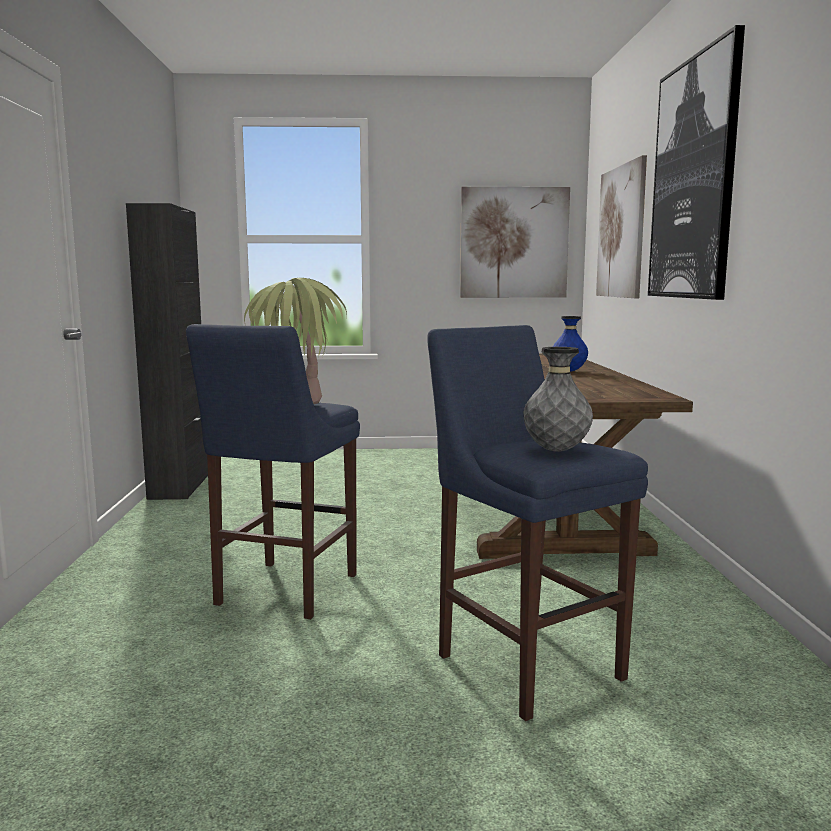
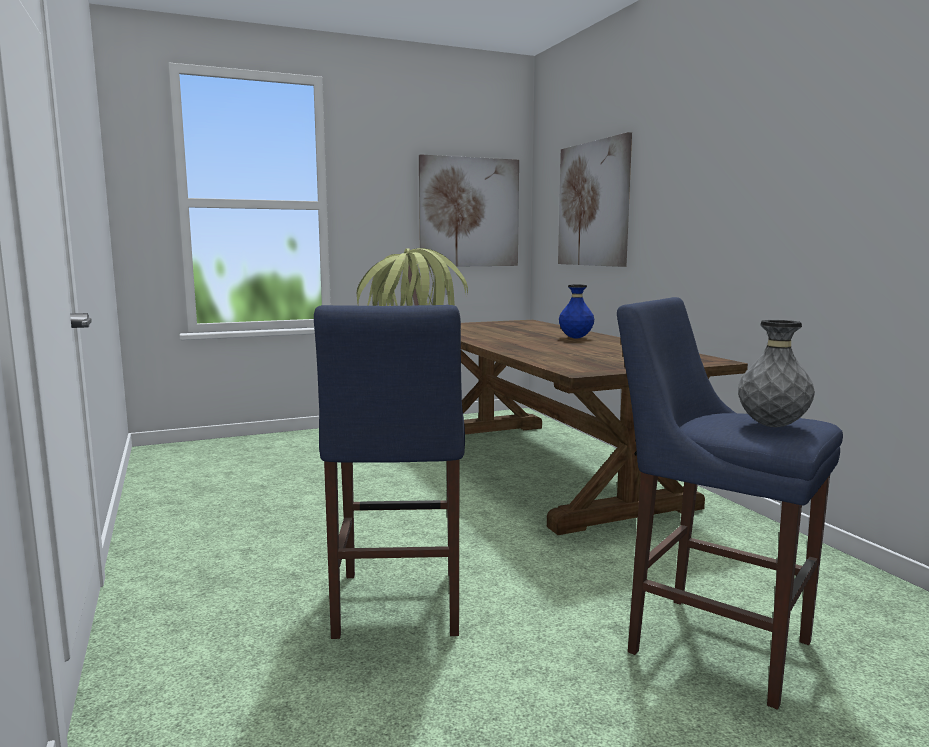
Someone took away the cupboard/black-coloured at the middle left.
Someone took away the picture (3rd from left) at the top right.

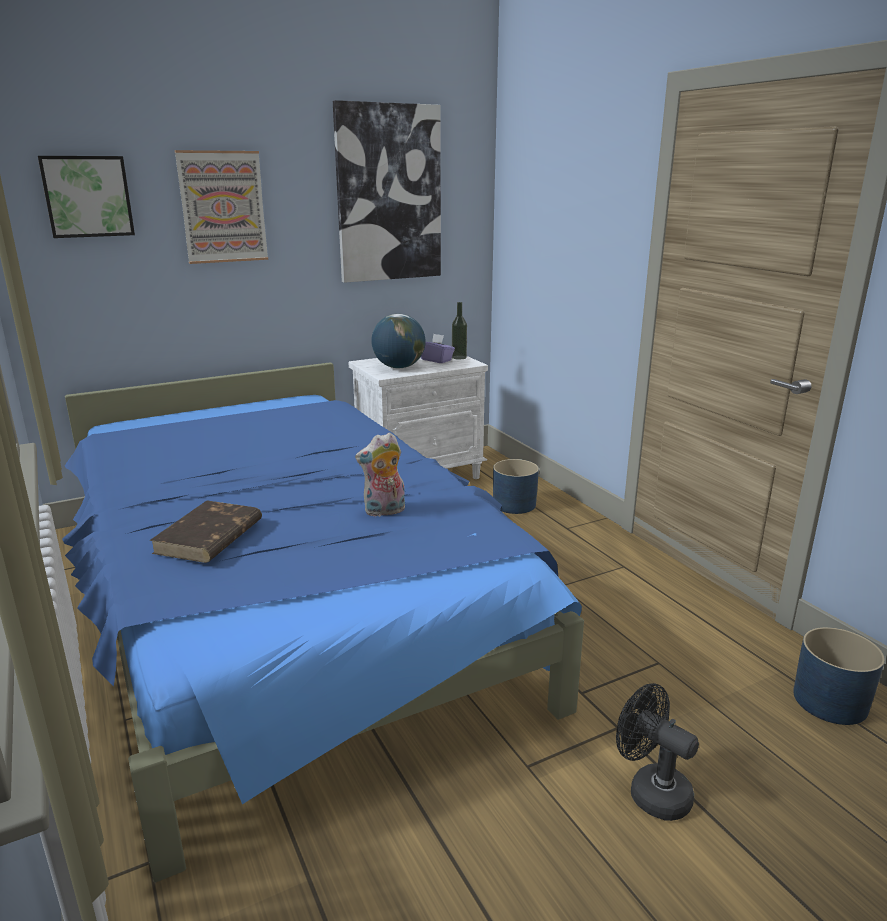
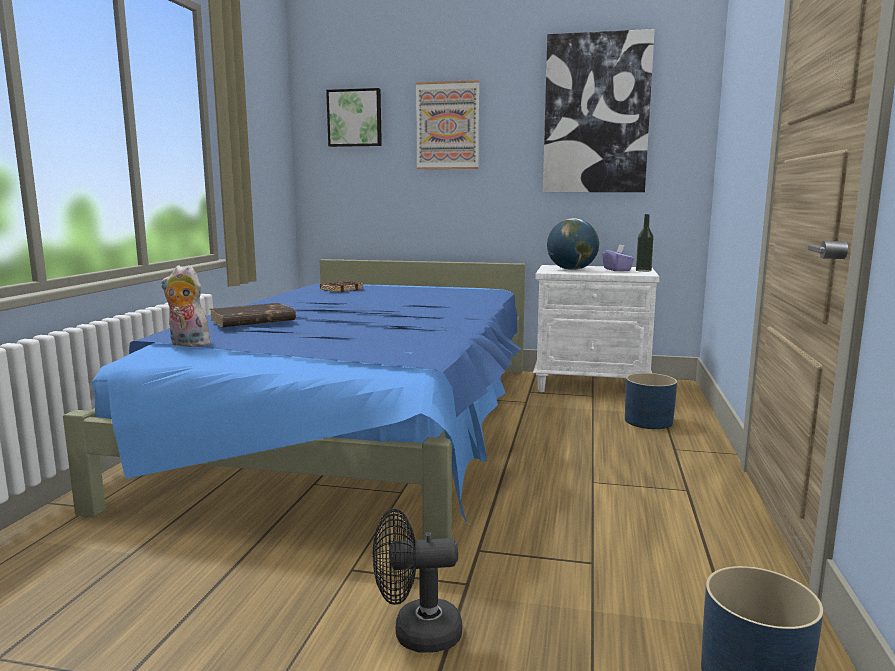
Someone carried the plush toy from the centre to the middle left.
Someone put down the bound book/brownish (2nd from left) at the centre.
Someone rotated the fan/black-coloured at the bottom right by 90 degrees counterclockwise.

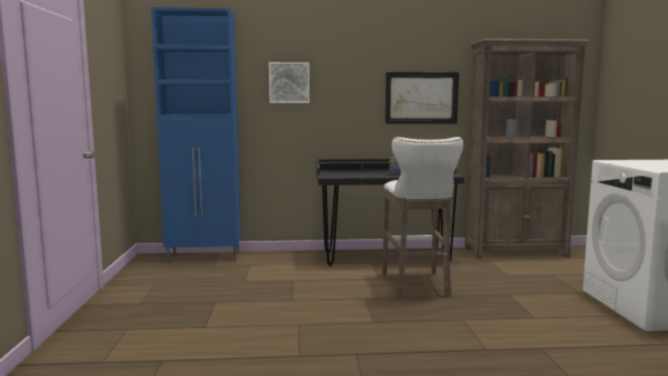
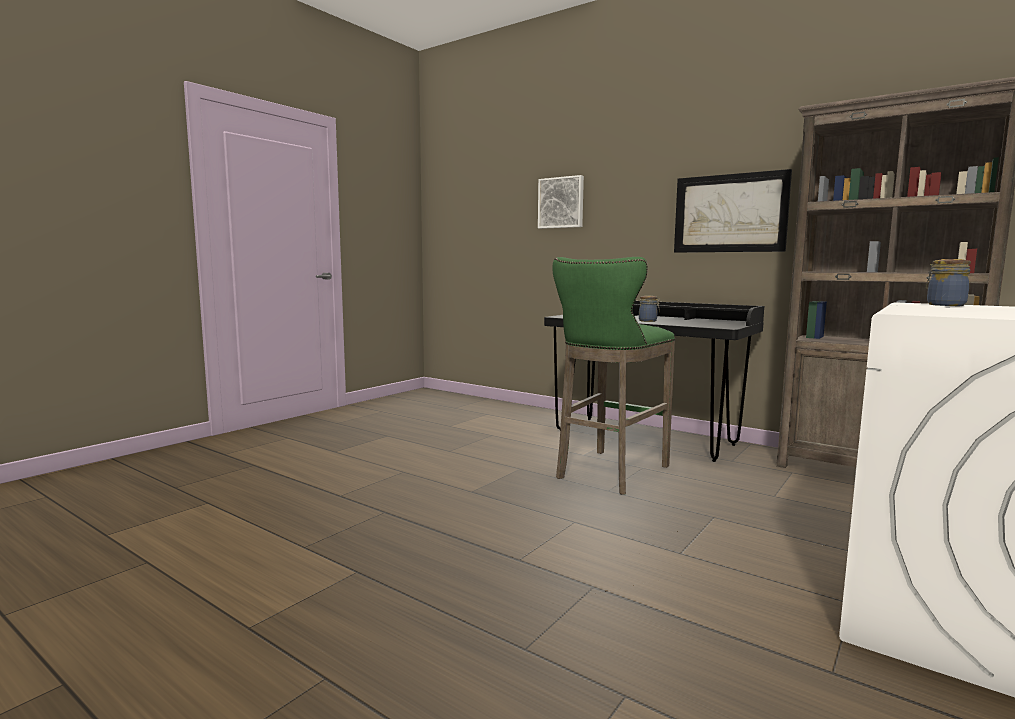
Someone repainted the sitting stool/whitish at the centre, which became the sitting stool/greenish at the centre.
Someone put down the jar (2nd from left) at the middle right.
Someone took away the cupboard/blue at the middle left.

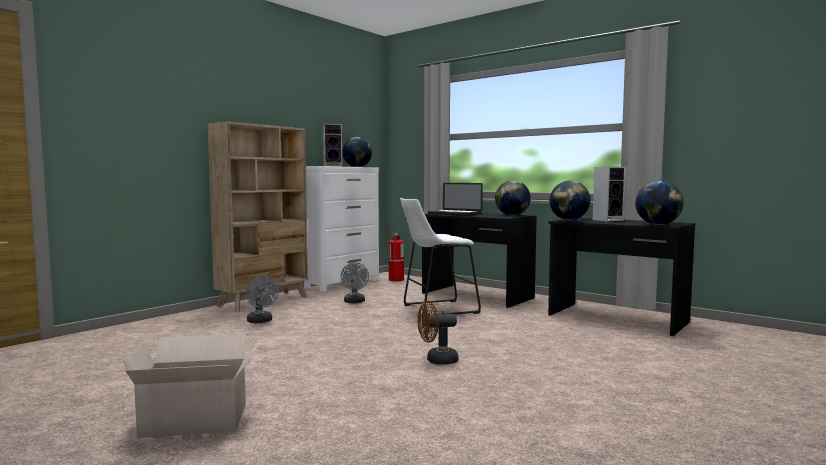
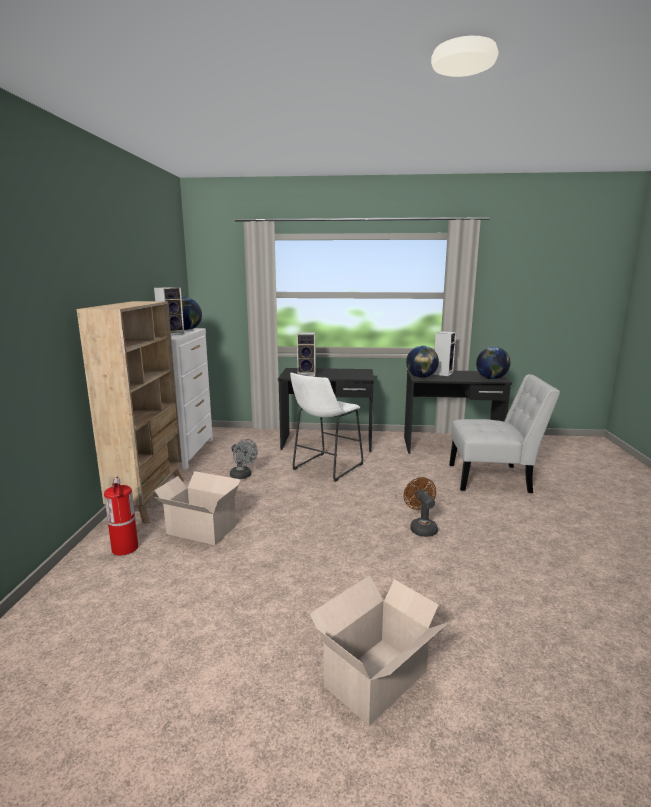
Someone carried the fire extinguisher from the centre to the middle left.
Someone swapped the fan/grey (1st from left) at the middle left for the cardboard box (1st from left) at the middle left.
Someone swapped the laptop at the centre for the loudspeaker (2nd from left) at the centre.
Someone rotated the fan/brownish at the bottom centre by 120 degrees clockwise.
Someone put down the plain chair/whitish at the middle right.
Someone took away the world globe (2nd from left) at the centre.

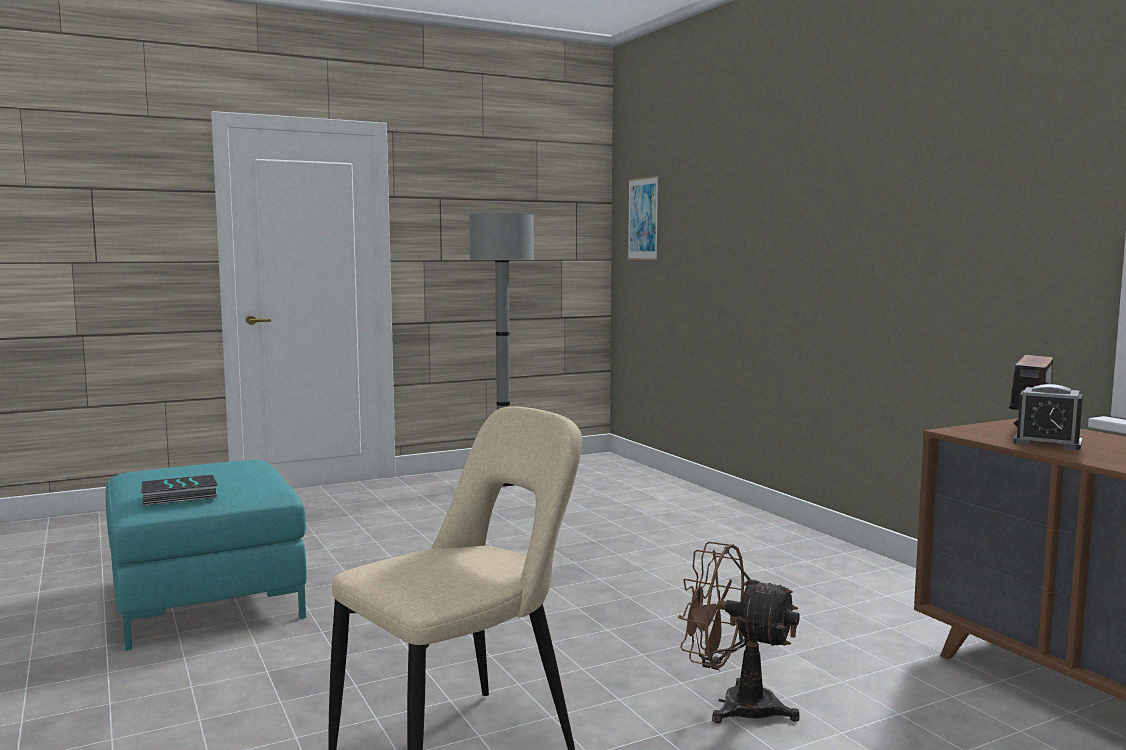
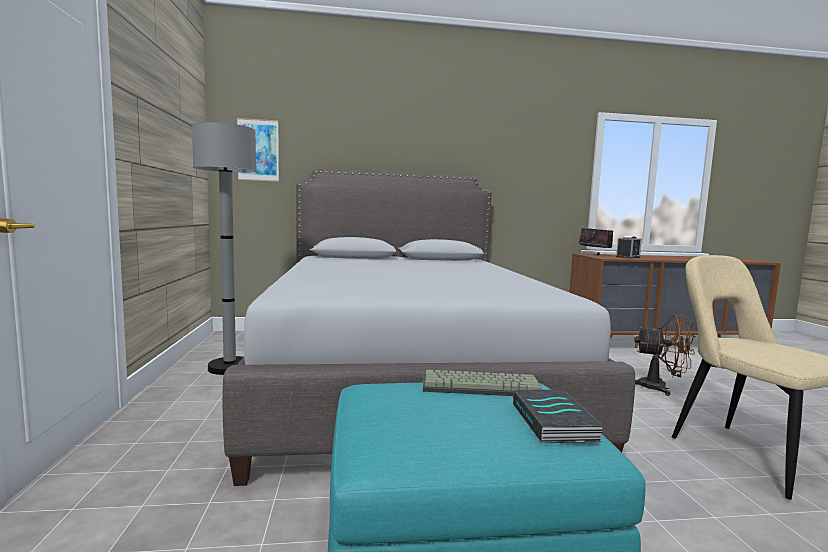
Someone put down the bedroom bed/grey at the centre.
Someone put down the keyboard at the bottom centre.
Someone rotated the fan/brownish at the bottom centre by 120 degrees counterclockwise.

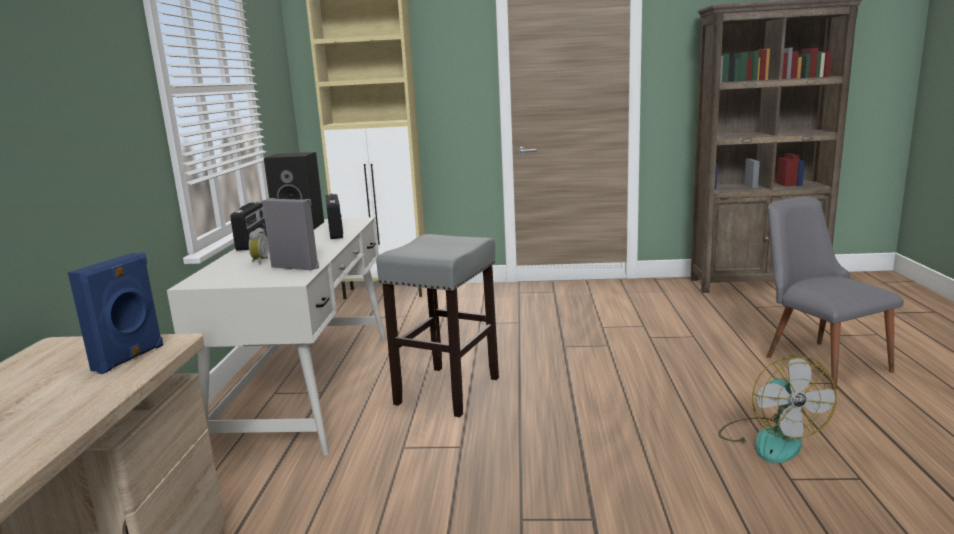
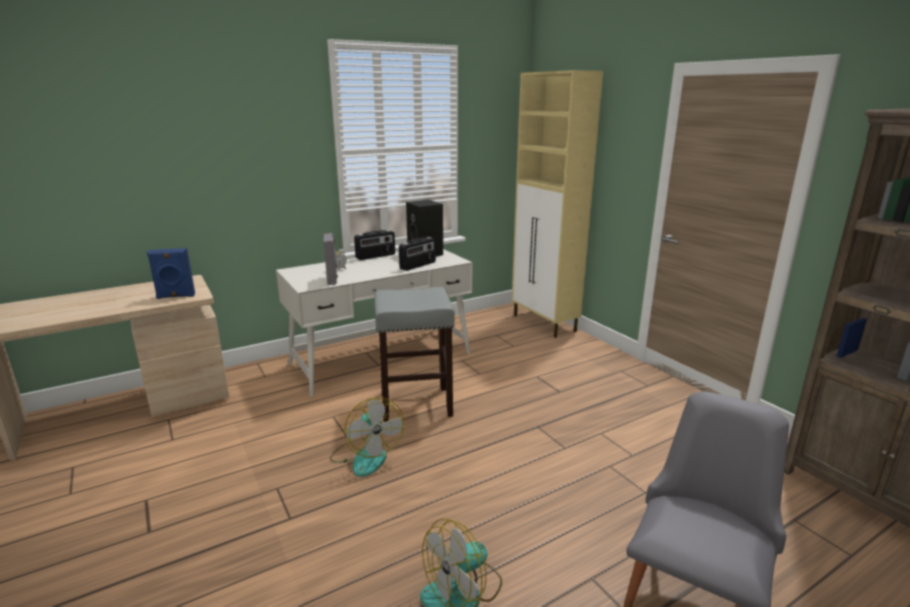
Someone put down the fan (1st from left) at the bottom centre.

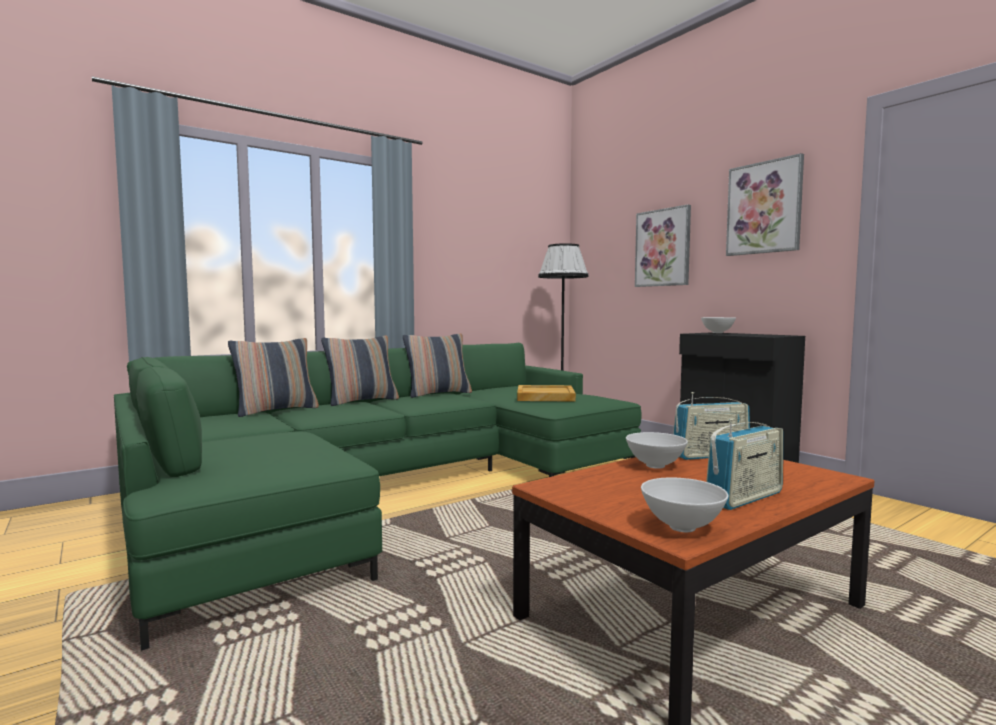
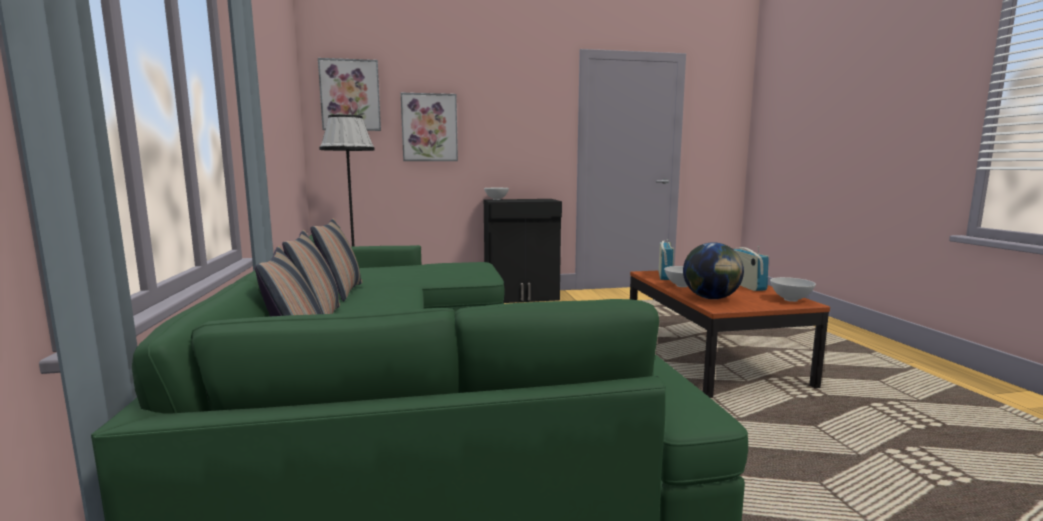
Someone carried the picture (2nd from left in the first image) from the top right to the top centre.
Someone put down the world globe at the middle right.
Someone took away the serving tray/beige-coloured at the centre.

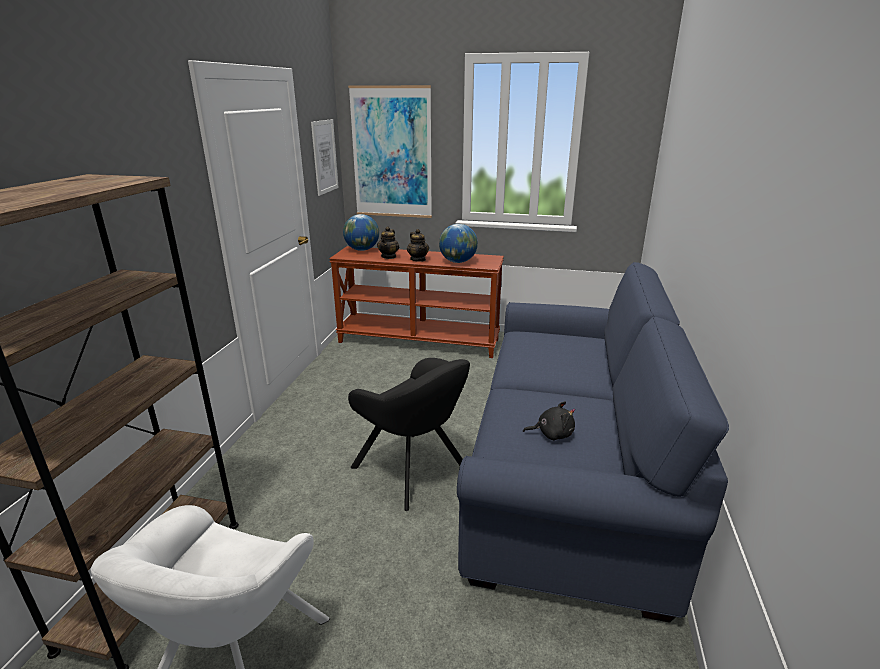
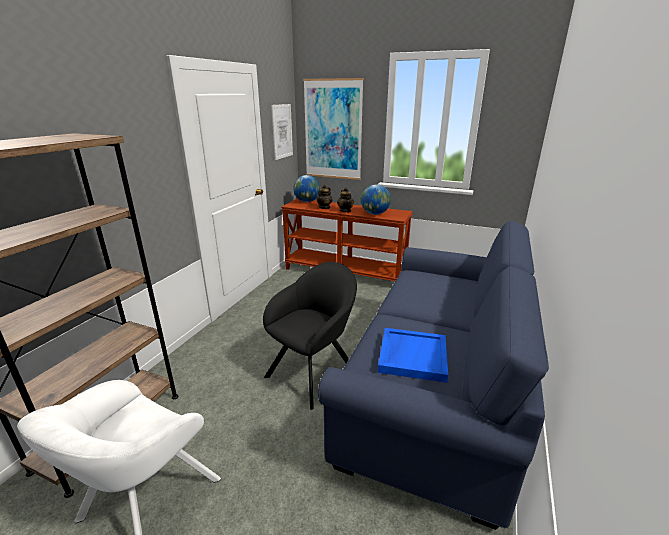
Someone rotated the easy chair/black-coloured at the centre by 105 degrees counterclockwise.
Someone swapped the plush toy/black-coloured at the centre for the serving tray/blue at the centre.

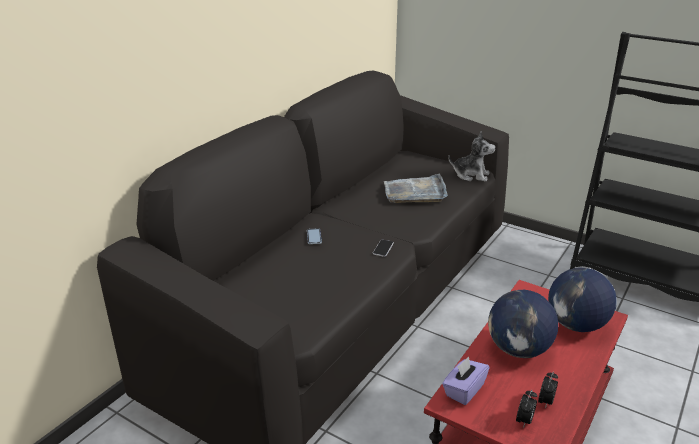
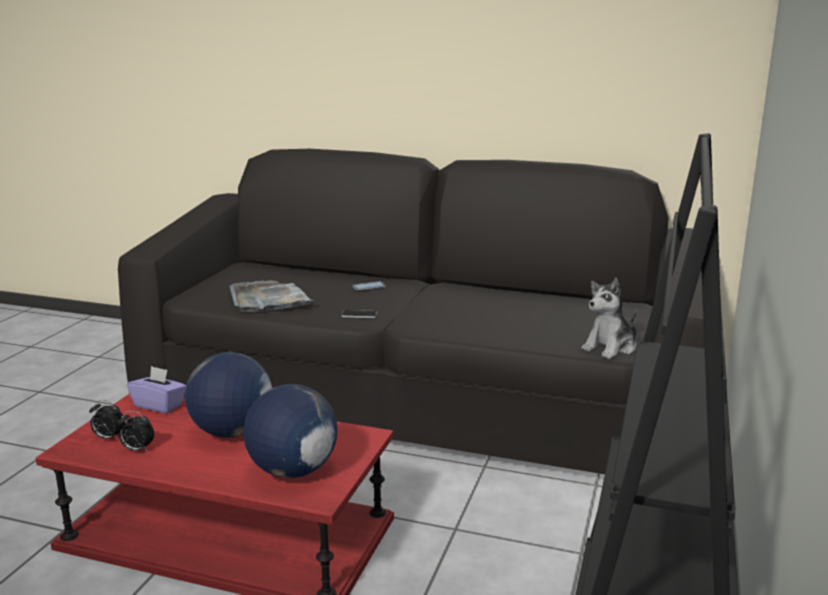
Someone carried the serving tray/grey from the centre to the middle left.
Someone rotated the plush toy at the middle right by 45 degrees clockwise.

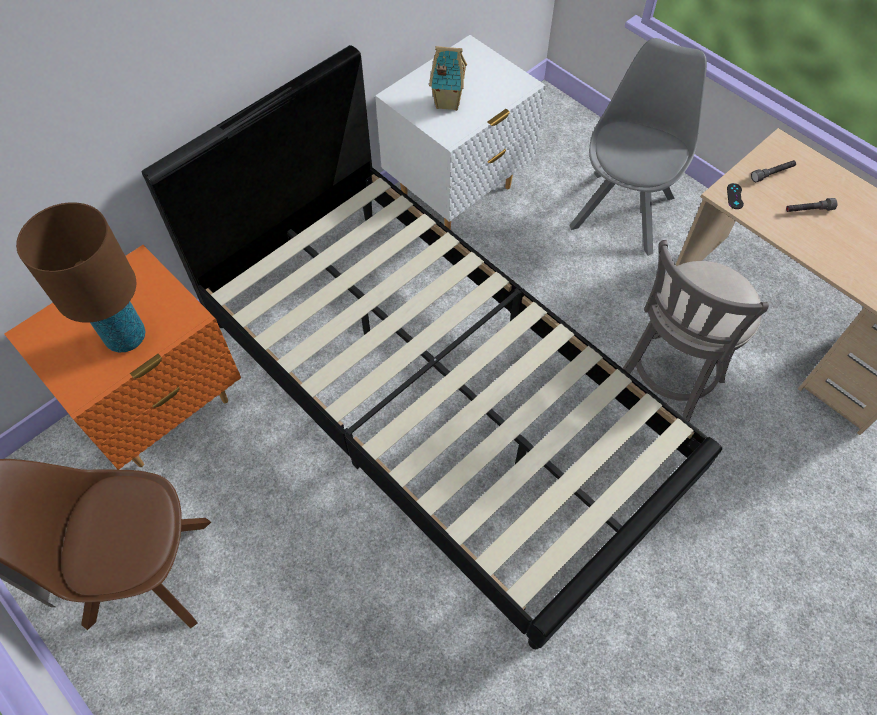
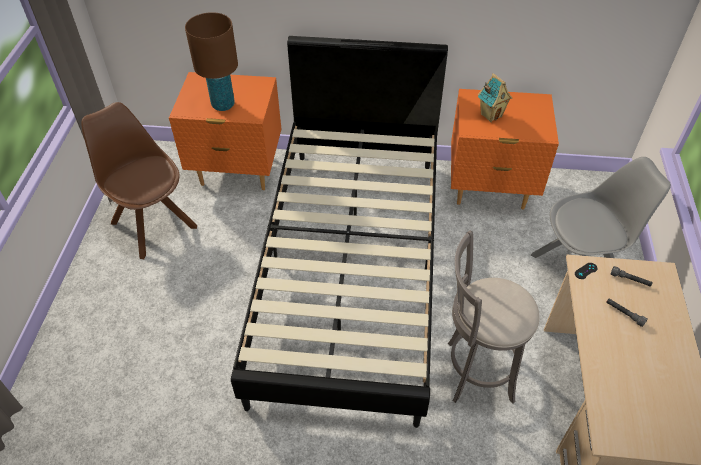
Someone repainted the night table/whitish at the top centre, which became the night table/orange-coloured (2nd from left) at the top right.

